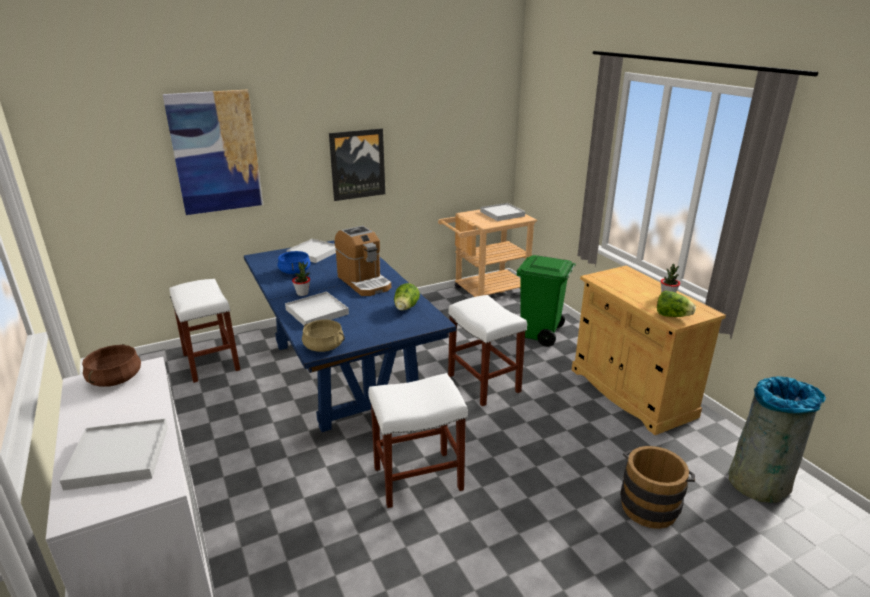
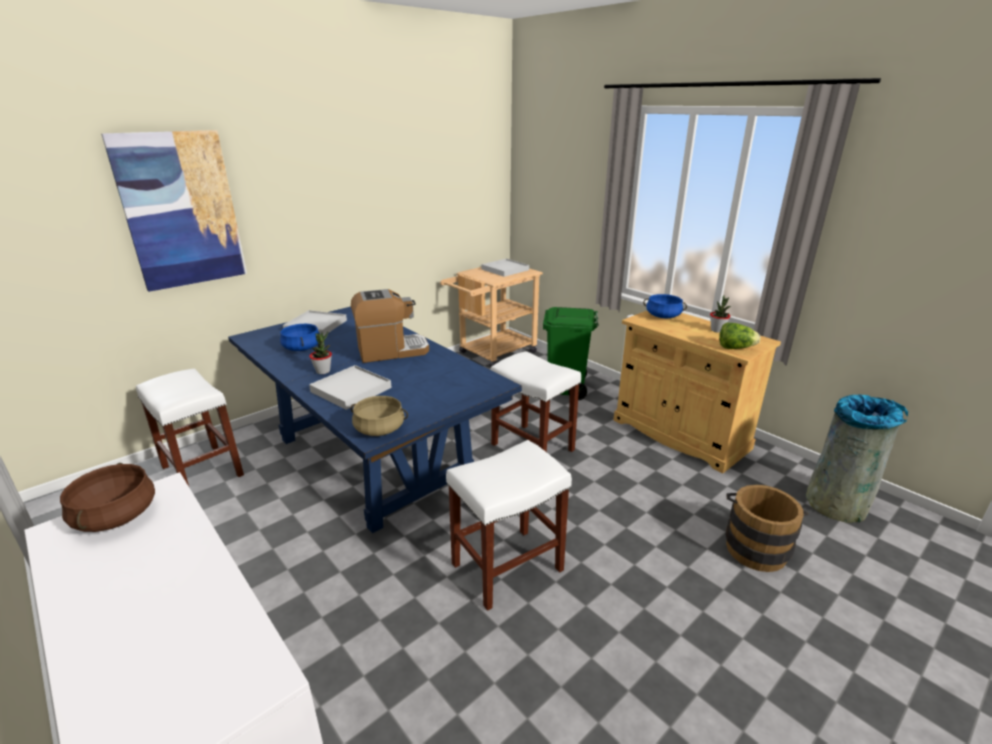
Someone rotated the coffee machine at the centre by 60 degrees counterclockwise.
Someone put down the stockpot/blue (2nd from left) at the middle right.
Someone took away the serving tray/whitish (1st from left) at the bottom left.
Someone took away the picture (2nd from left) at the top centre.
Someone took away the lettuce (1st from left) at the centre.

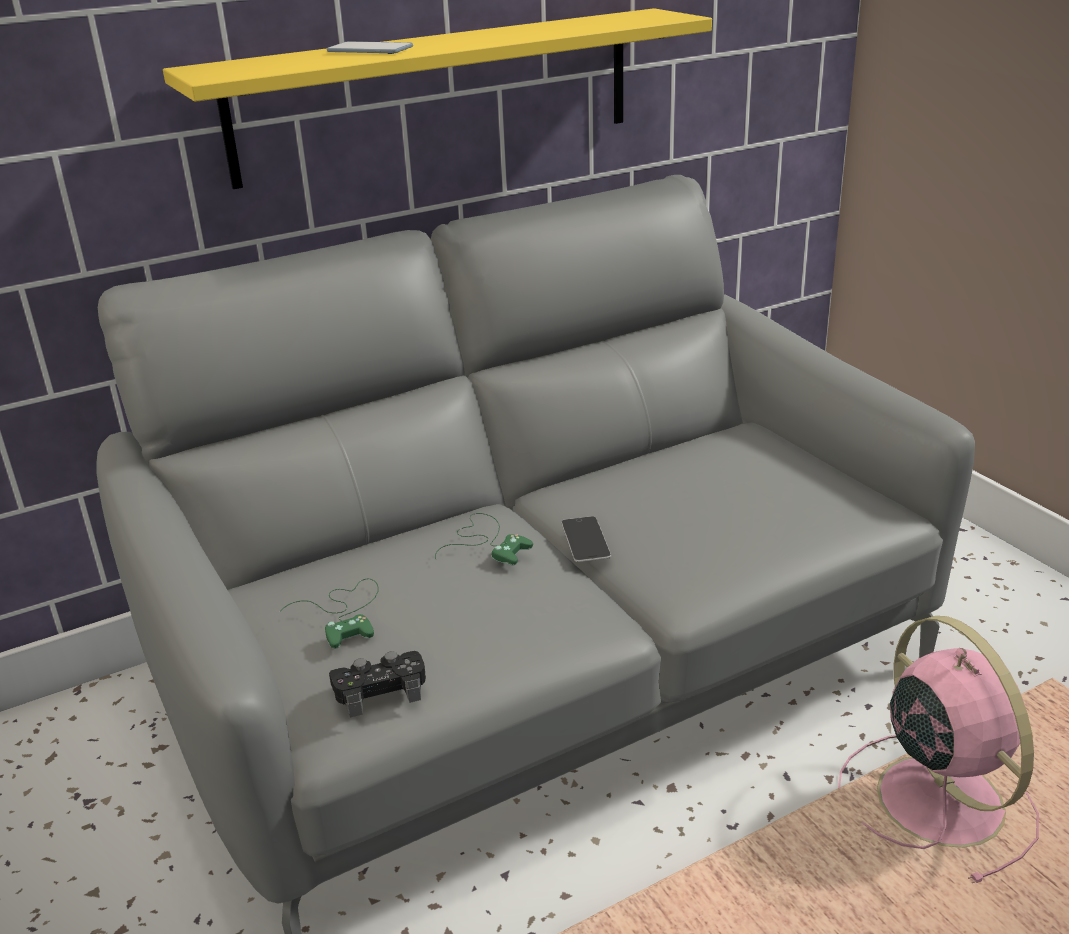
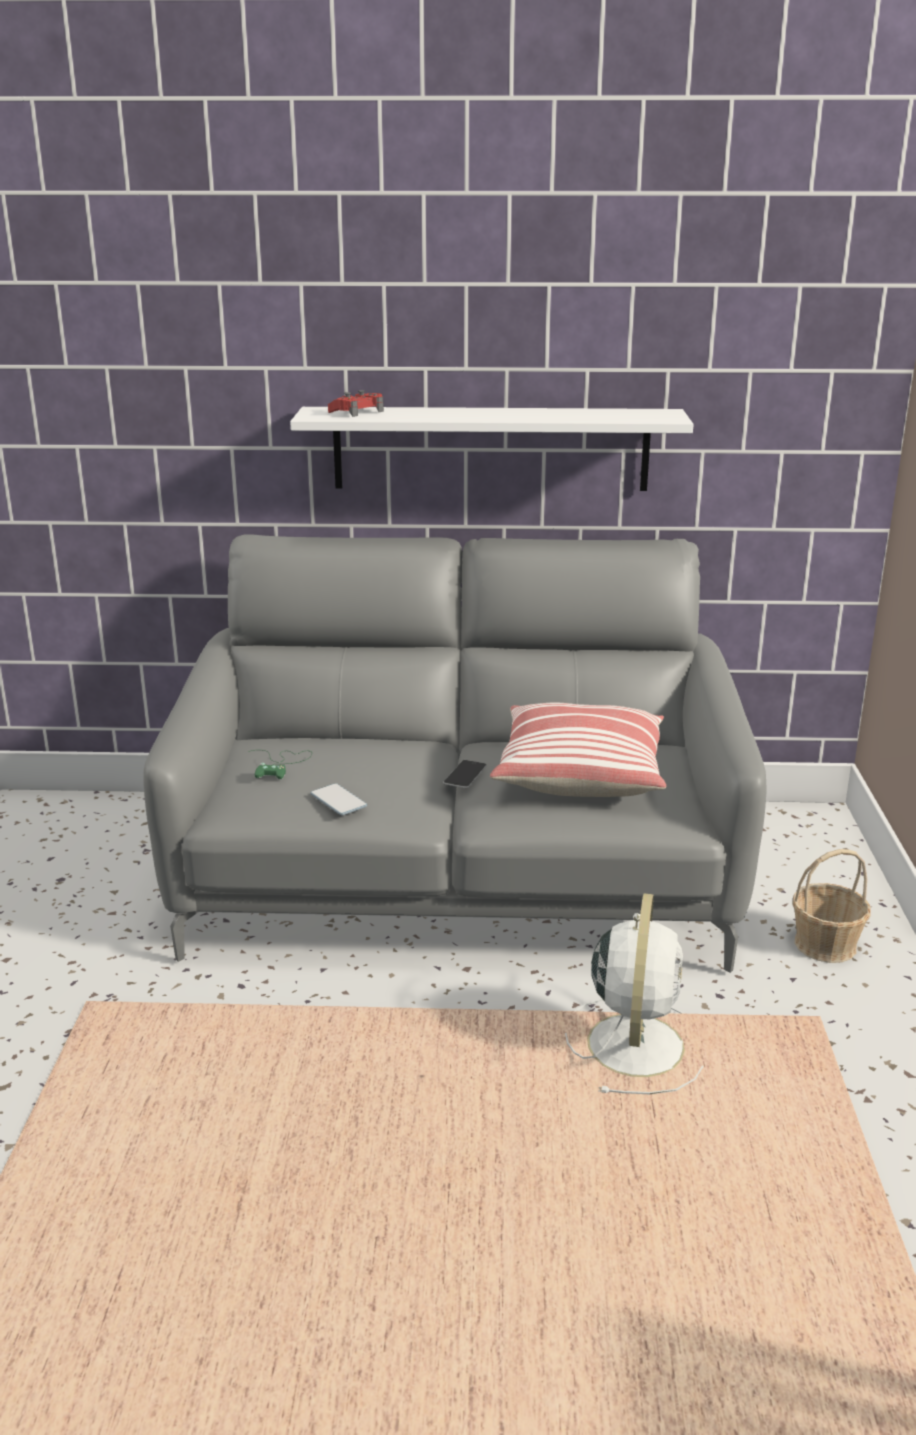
Someone repainted the wall shelf/yellowish at the top centre, which became the wall shelf/whitish at the top centre.
Someone carried the phone (1st from left) from the top centre to the centre.
Someone put down the joypad/red-coloured at the top centre.
Someone put down the throw pillow at the centre.
Someone repainted the fan/pink at the bottom right, which became the fan/whitish at the bottom right.
Someone put down the household basket at the middle right.
Someone took away the joypad/black-coloured at the bottom centre.
Someone took away the joypad/greenish (2nd from left) at the centre.

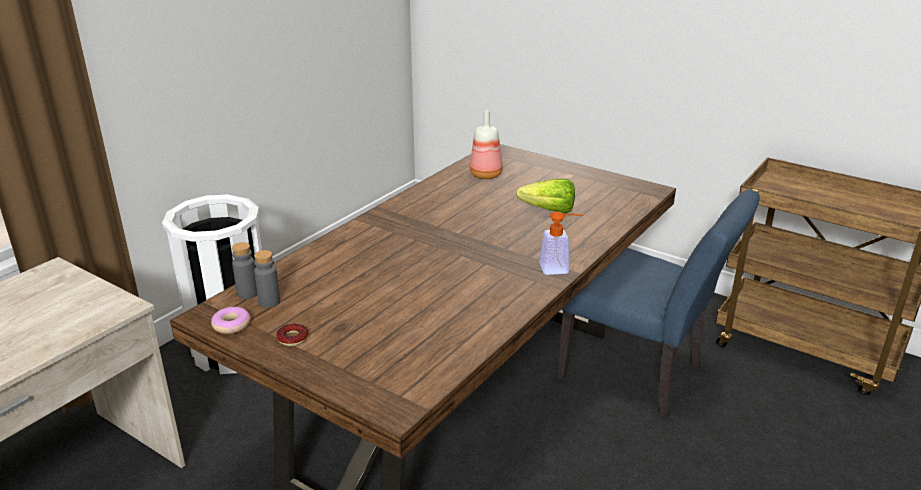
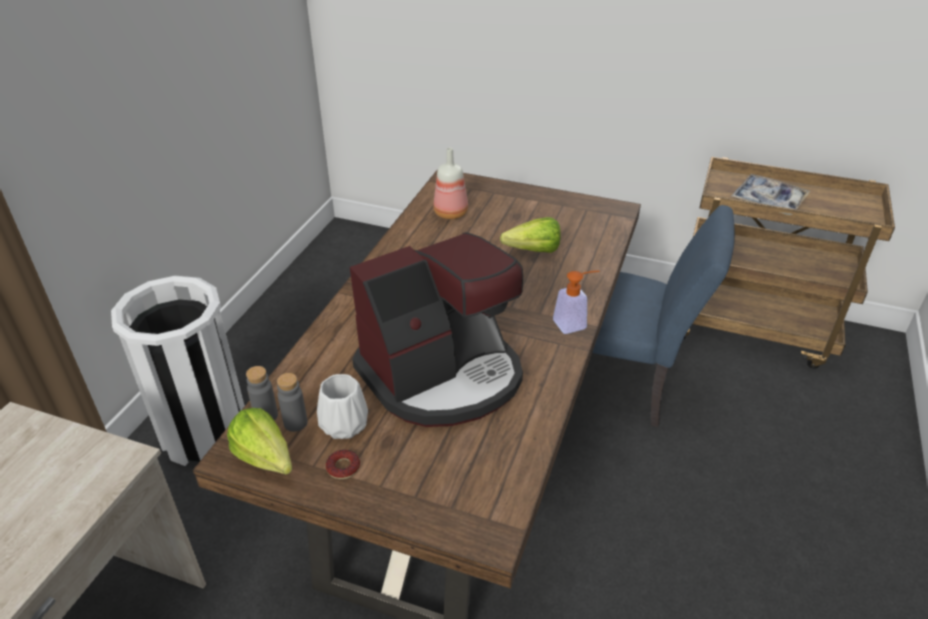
Someone swapped the donut (1st from left) at the middle left for the lettuce (1st from left) at the bottom left.
Someone put down the flower vase/whitish at the centre.
Someone put down the coffee machine at the centre.
Someone put down the serving tray at the top right.

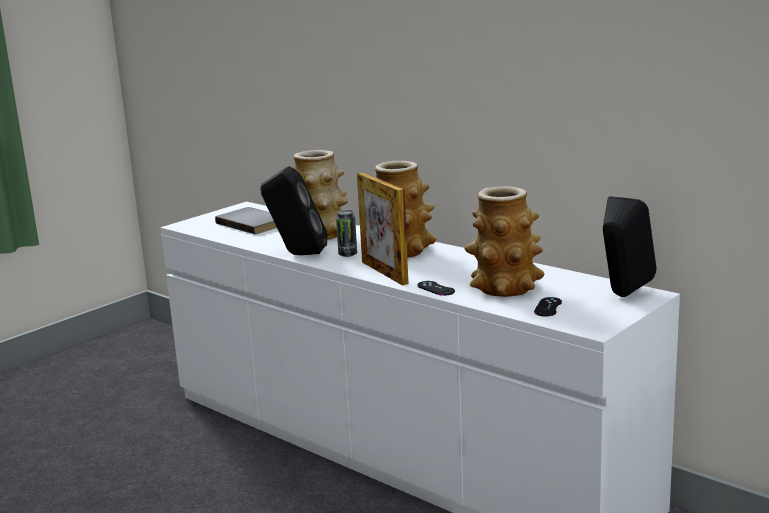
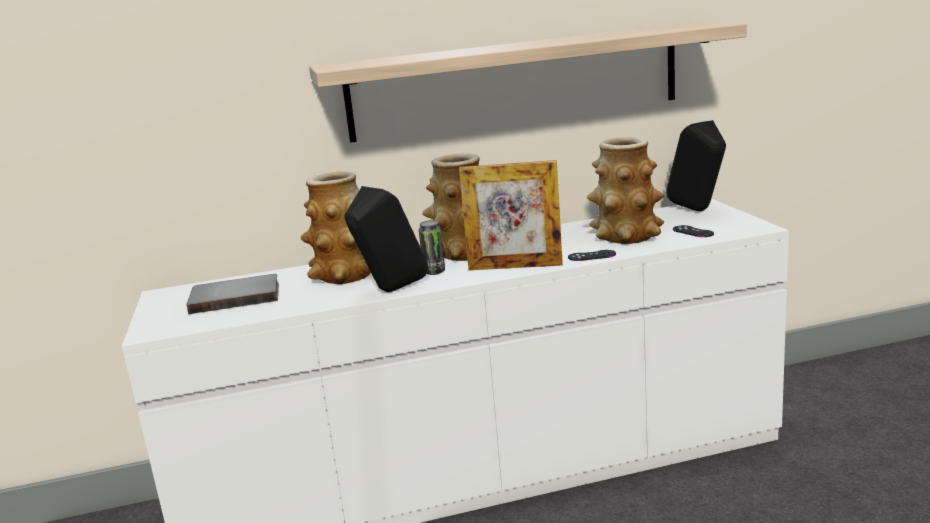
Someone put up the wall shelf at the top centre.

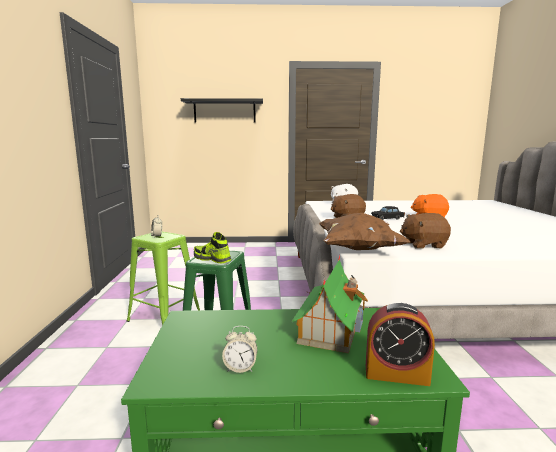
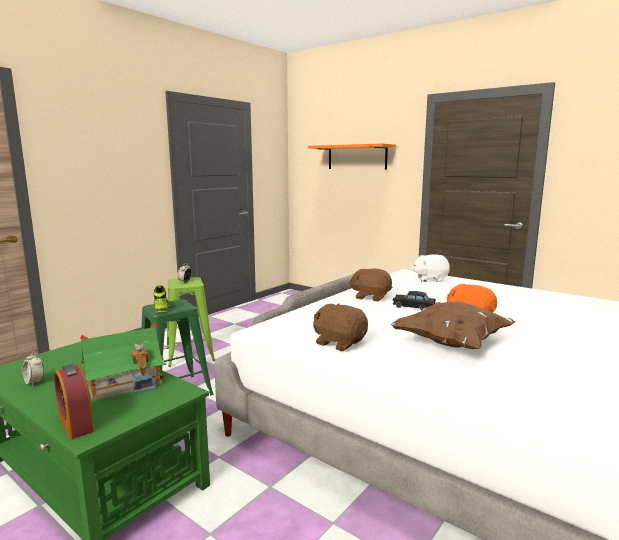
Someone repainted the wall shelf/black-coloured at the top centre, which became the wall shelf/orange-coloured at the top centre.
Someone carried the throw pillow/brownish from the centre to the middle right.

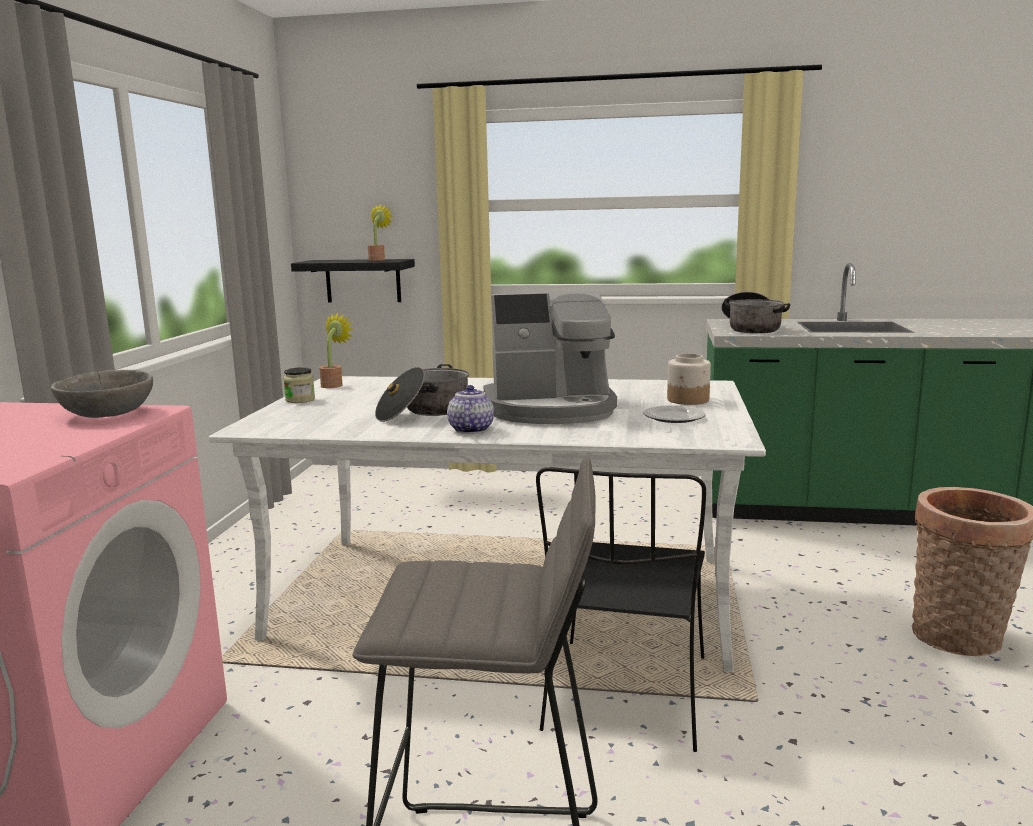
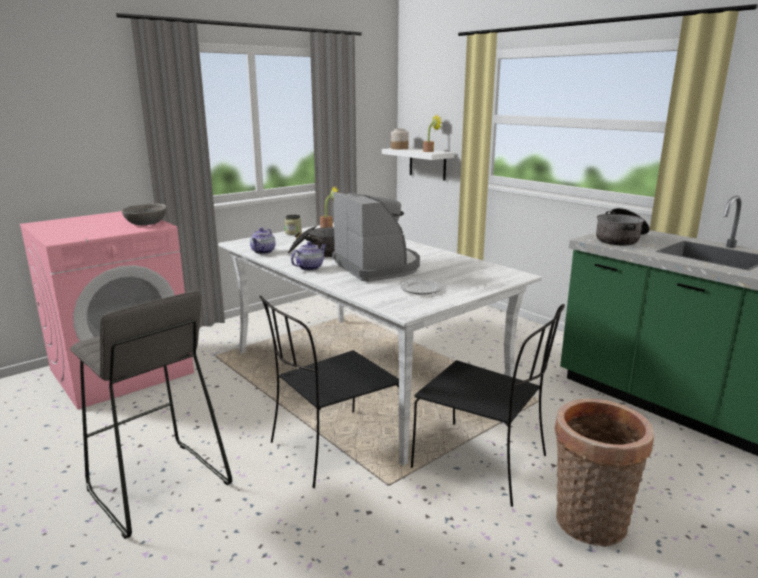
Someone put down the pot for tea (1st from left) at the centre.
Someone rotated the coffee machine at the centre by 150 degrees counterclockwise.
Someone repainted the wall shelf/black-coloured at the centre, which became the wall shelf/whitish at the top centre.
Someone carried the jar (2nd from left) from the middle right to the top centre.
Someone put down the plain chair/black-coloured (2nd from left) at the bottom centre.

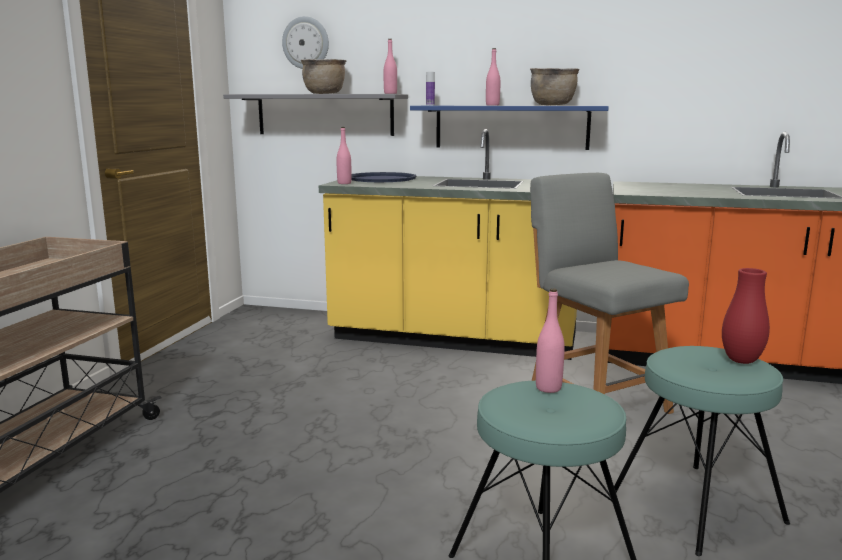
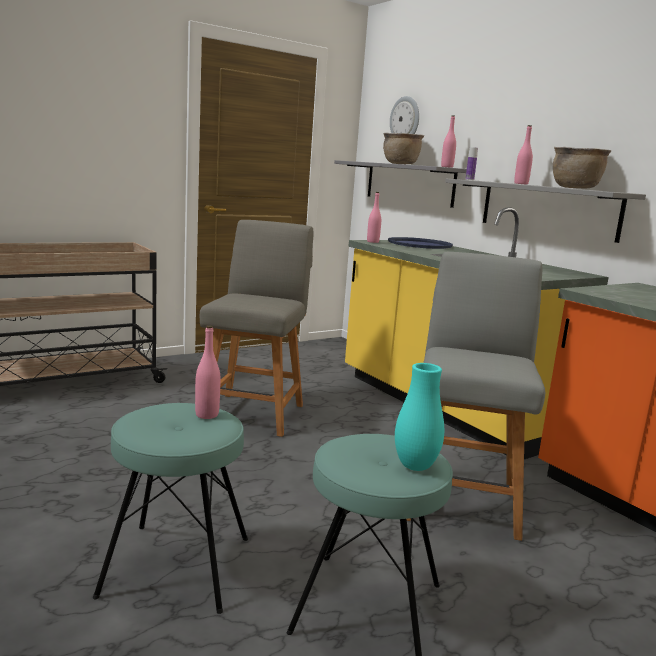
Someone put down the plain chair/grey (1st from left) at the centre.
Someone repainted the flower vase/red-coloured at the middle right, which became the flower vase/blue-green at the centre.
Someone repainted the wall shelf/blue at the top centre, which became the wall shelf/grey (2nd from left) at the top right.

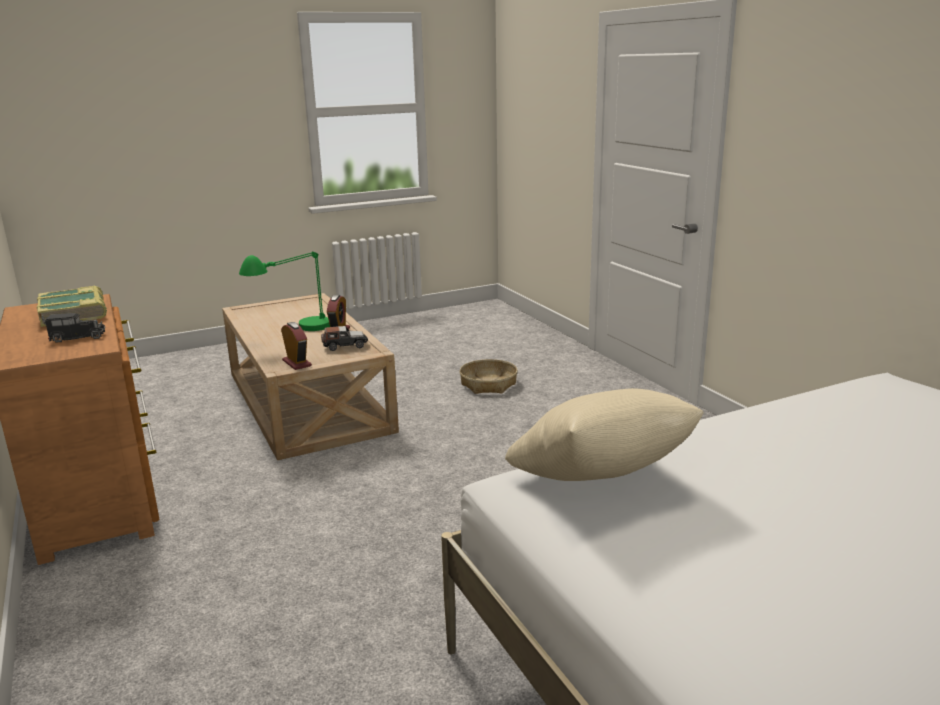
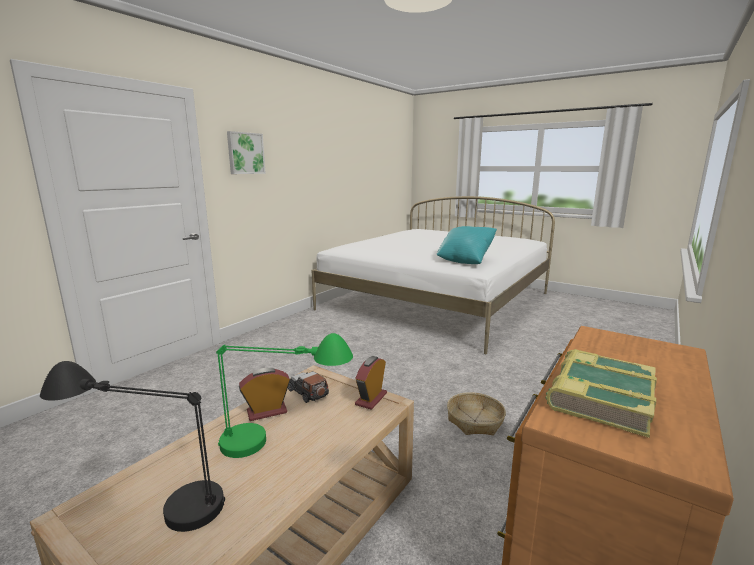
Someone put down the tabletop lamp/black-coloured at the bottom left.
Someone put up the picture at the top left.
Someone repainted the throw pillow/beige-coloured at the centre, which became the throw pillow/blue-green at the centre.
Someone carried the household basket from the centre to the bottom centre.
Someone took away the model truck at the middle left.

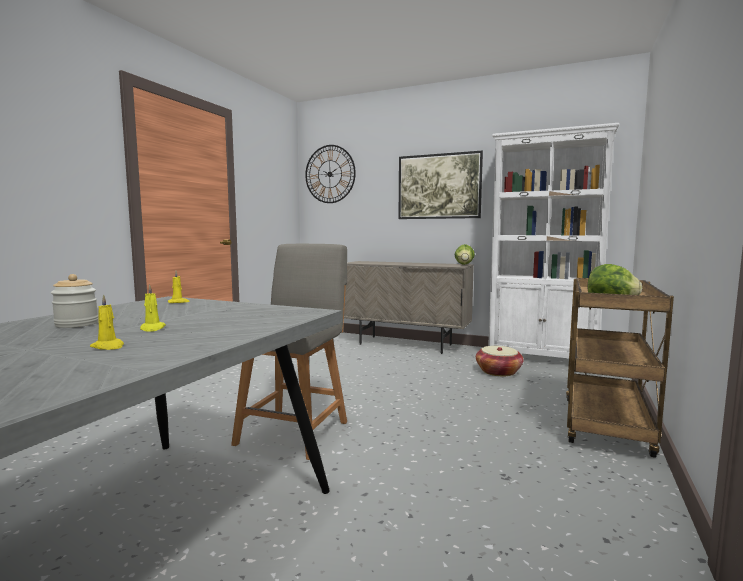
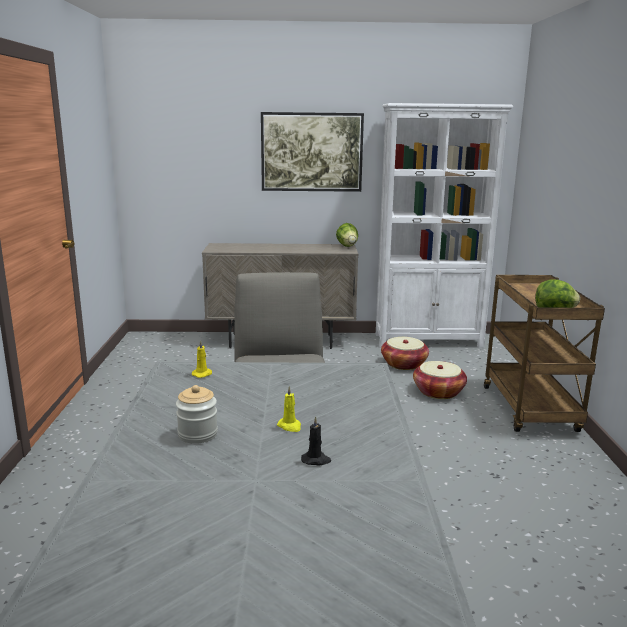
Someone repainted the wax candle/yellowish (1st from left) at the middle left, which became the wax candle/black-coloured at the bottom centre.
Someone put down the household basket (2nd from left) at the middle right.
Someone took away the wall clock at the top centre.

